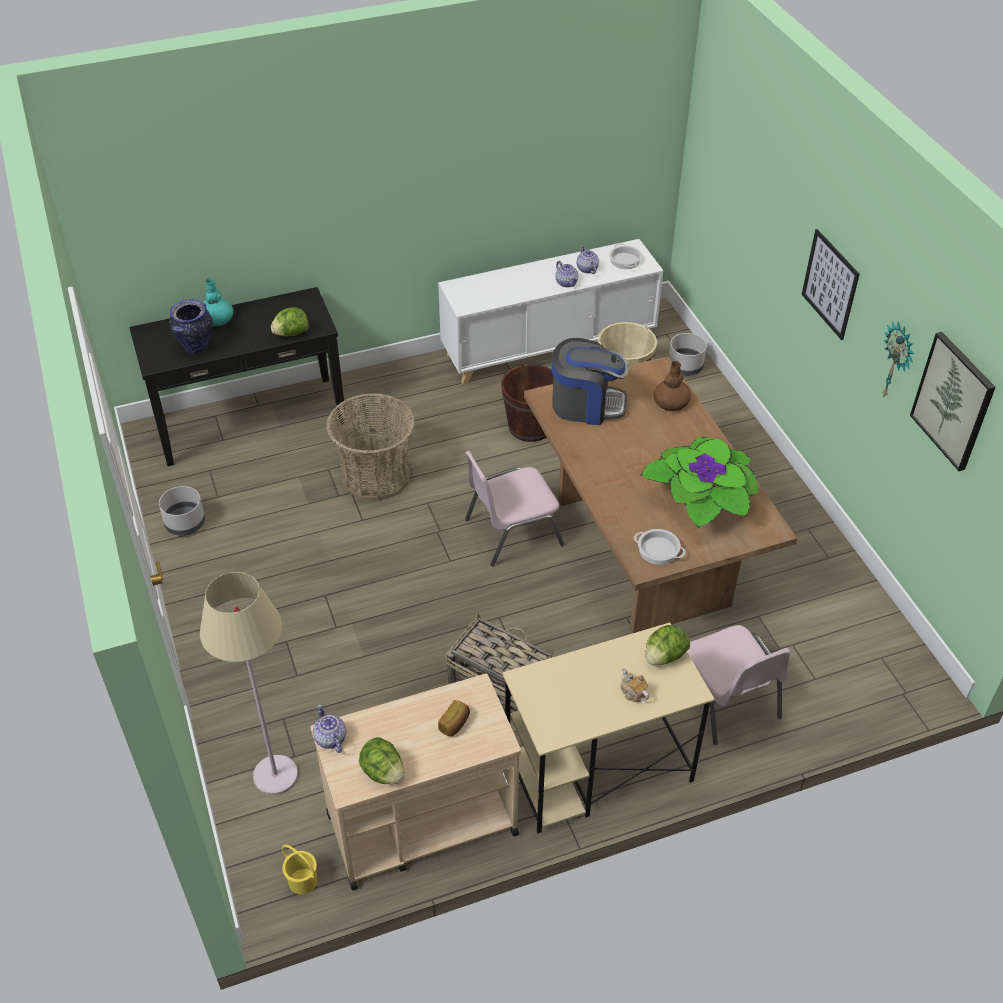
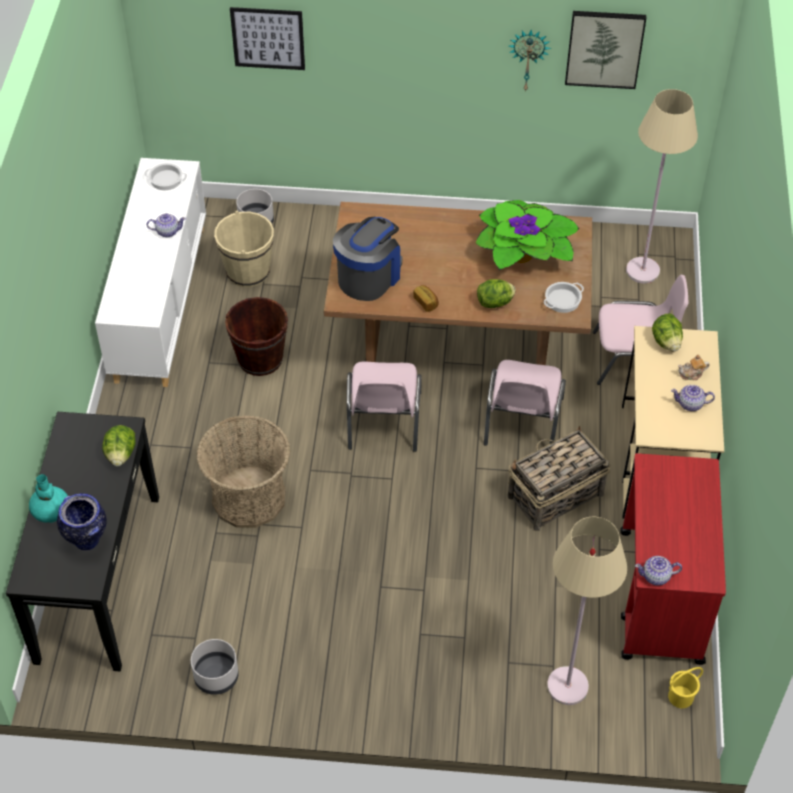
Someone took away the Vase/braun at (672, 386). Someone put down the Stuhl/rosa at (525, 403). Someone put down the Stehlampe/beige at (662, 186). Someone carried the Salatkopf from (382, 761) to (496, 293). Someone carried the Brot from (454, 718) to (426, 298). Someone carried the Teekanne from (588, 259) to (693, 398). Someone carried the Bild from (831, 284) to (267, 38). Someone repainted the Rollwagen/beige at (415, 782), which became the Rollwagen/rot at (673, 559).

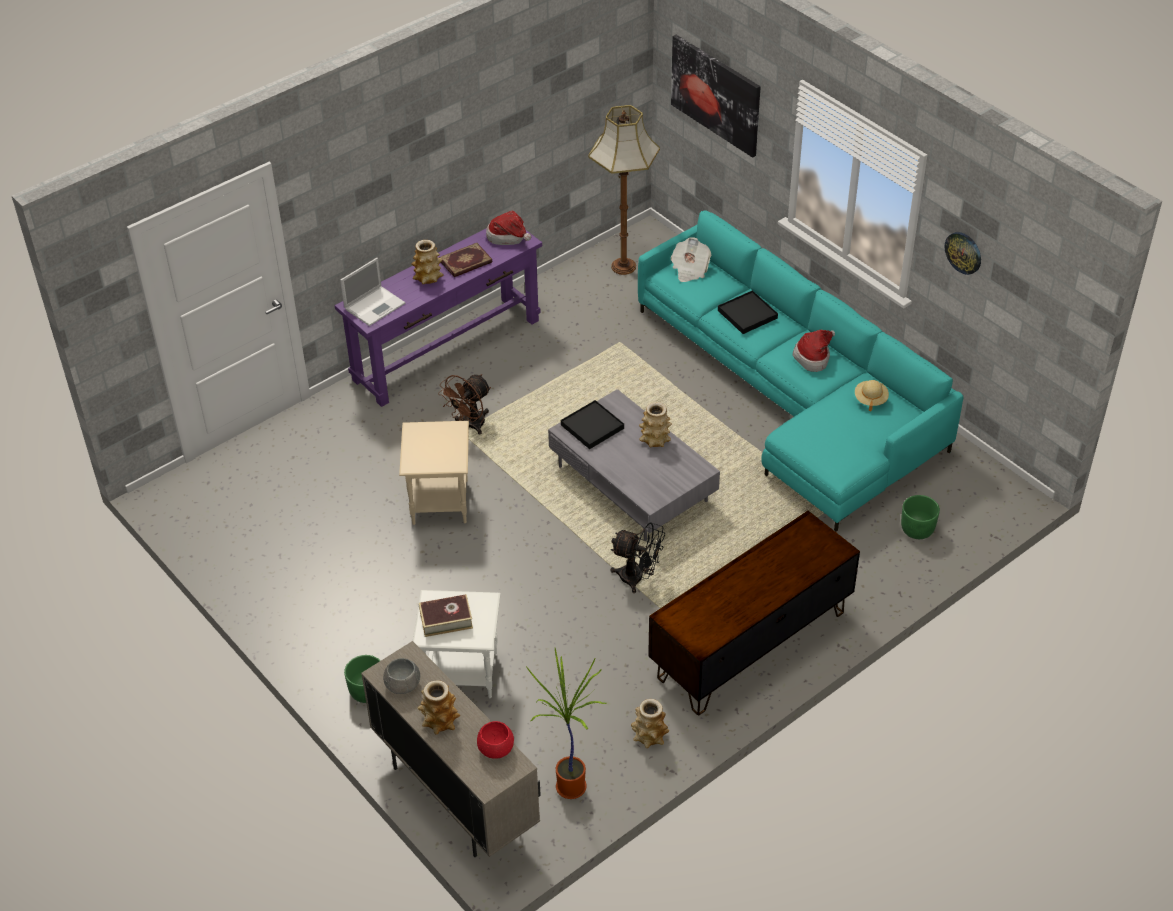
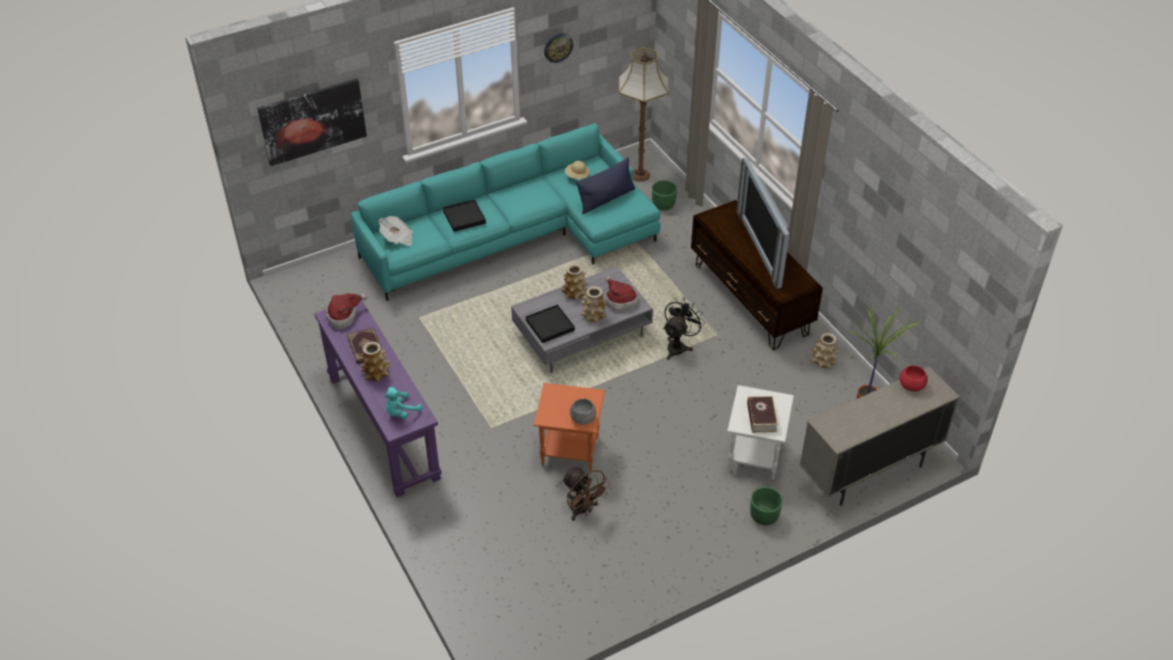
Someone put down the Kissen/blau at (605, 185). Someone put down the Fernseher at (763, 223). Someone carried the Schüssel/grau from (401, 676) to (583, 412). Someone carried the Vase from (439, 707) to (594, 304). Someone carried the Ventilator/braun from (464, 404) to (586, 494). Someone carried the Stehlampe from (624, 190) to (643, 114). Someone carried the Hut from (814, 351) to (622, 294). Someone swapped the Laptop at (372, 292) for the Plüschtier/türkis at (403, 403). Someone repainted the Beistelltisch/beige at (434, 473), which became the Beistelltisch/orange at (569, 427).

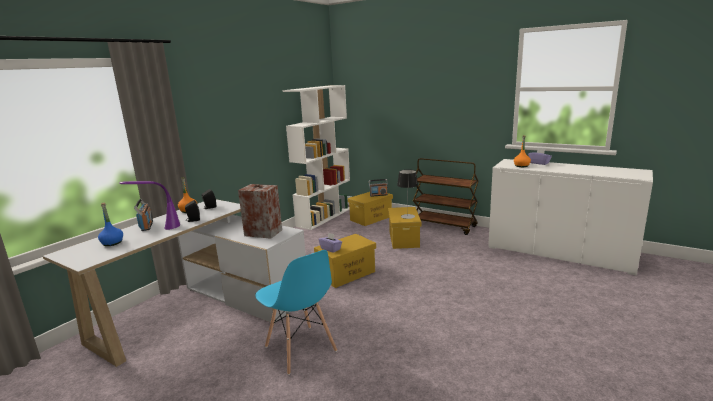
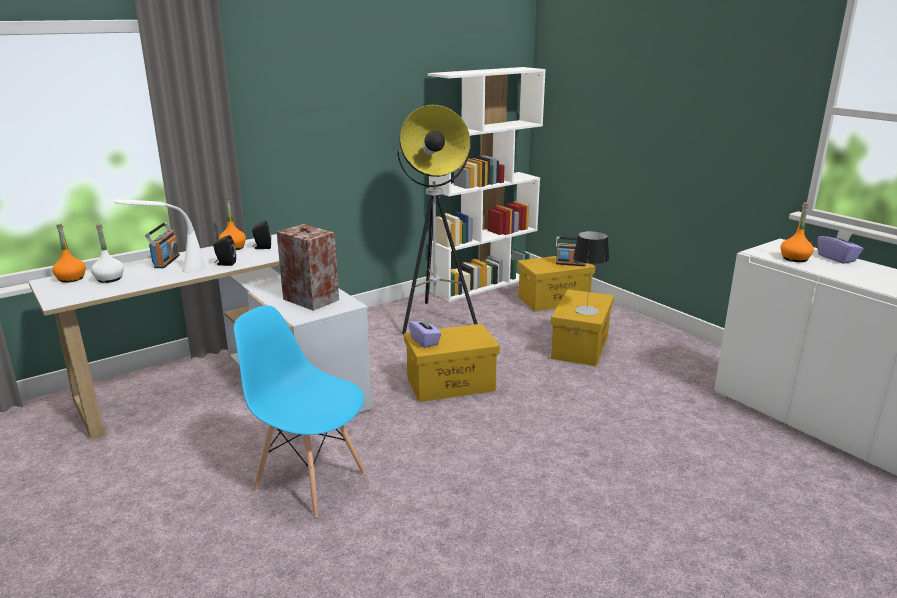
Someone took away the Rollwagen/braun at (445, 196). Someone put down the Flasche/orange at (69, 253). Someone put down the Stehlampe at (437, 219). Someone repainted the Flasche/blau at (110, 224), which became the Flasche/weiß at (107, 253). Someone repainted the Tischlampe/lila at (149, 205), which became the Tischlampe/weiß at (159, 235). Someone rotated the Stuhl/blau at (296, 312) by 135 degrees clockwise.

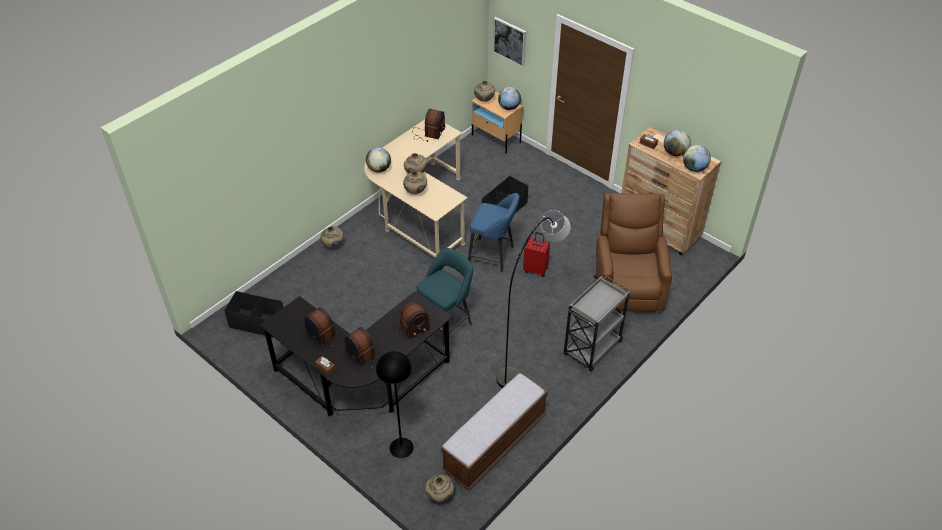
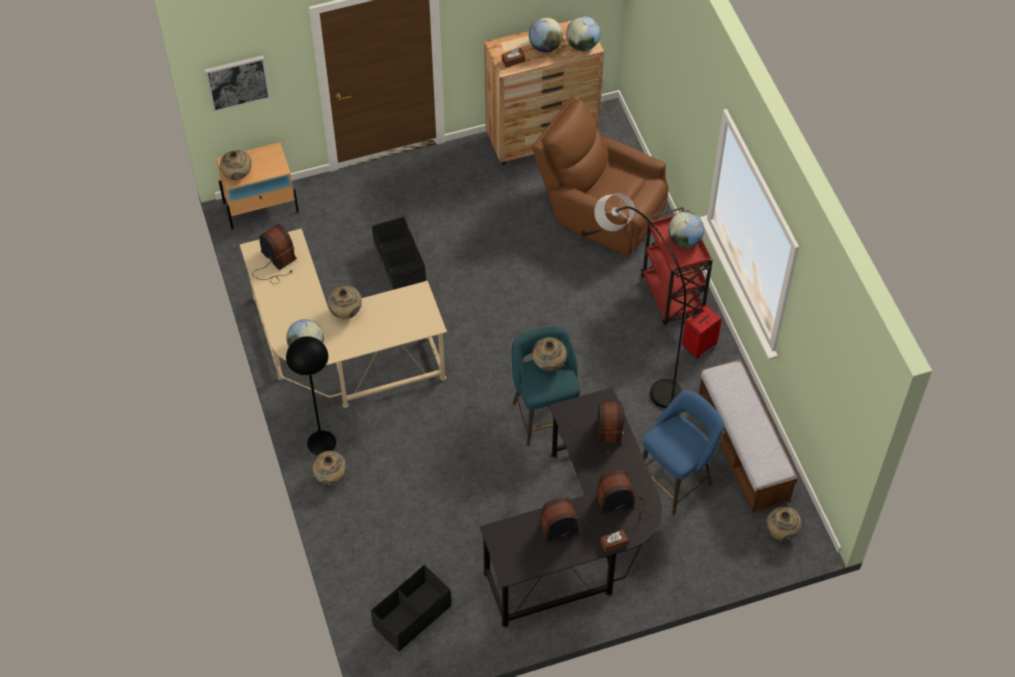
Someone carried the Stehlampe/schwarz from (395, 404) to (311, 395). Someone carried the Vase/beige from (415, 182) to (549, 354). Someone carried the Hocker/blau from (493, 232) to (683, 452). Someone carried the Globus from (509, 98) to (686, 230). Someone carried the Koffer/rot from (536, 254) to (702, 330). Someone repainted the Rollwagen/grau at (597, 324), which became the Rollwagen/rot at (676, 266).

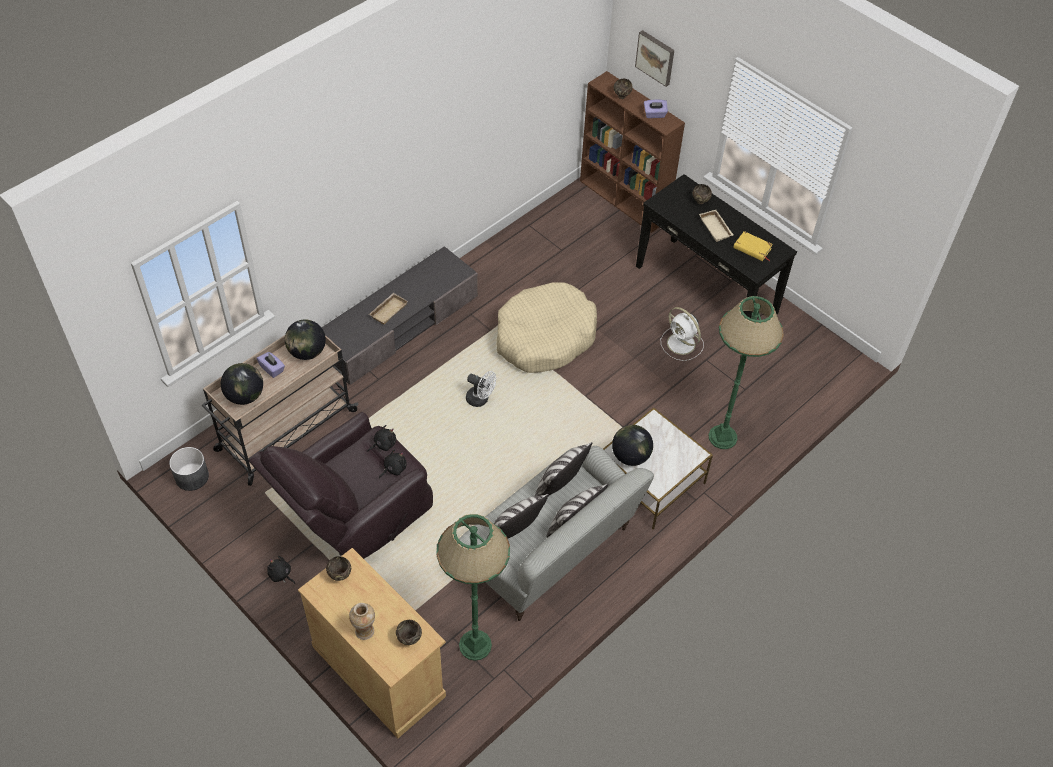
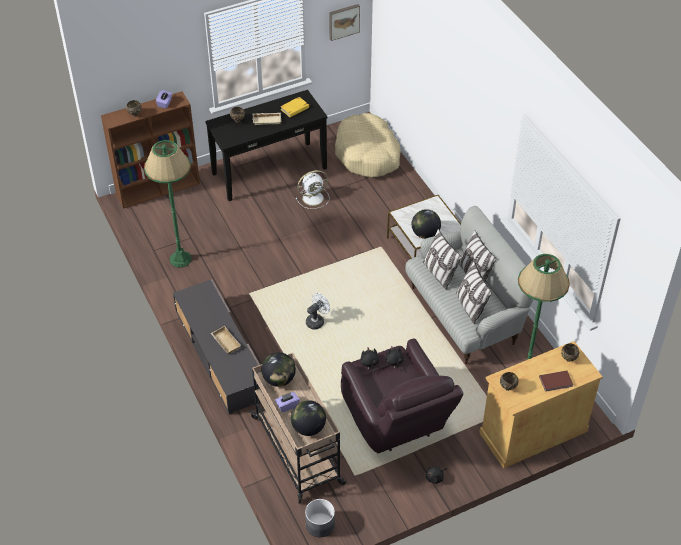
Someone carried the Hundebett/beige from (546, 327) to (368, 145). Someone carried the Bild from (654, 58) to (344, 22). Someone carried the Stehlampe/grün from (746, 372) to (168, 203). Someone swapped the Vase at (362, 621) for the Buch/braun at (556, 381).

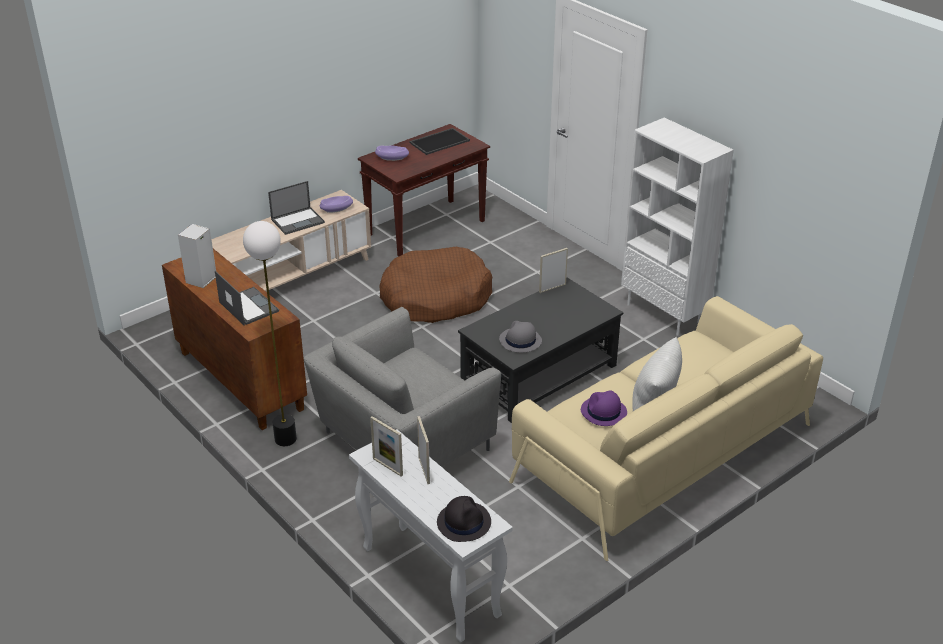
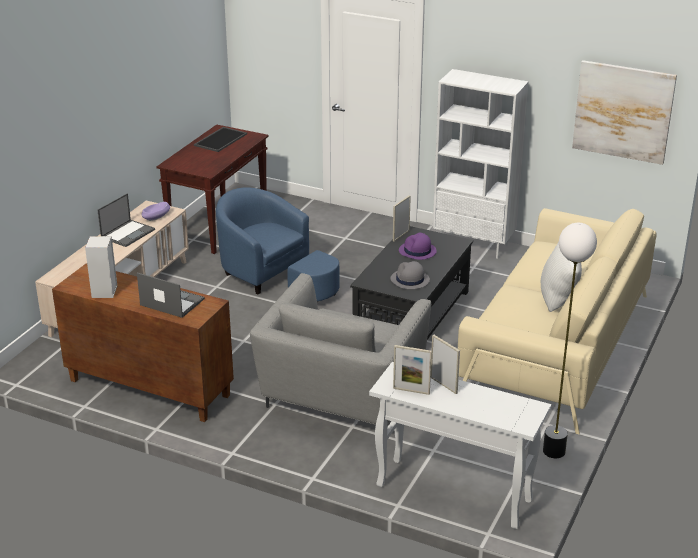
Someone took away the Schüssel/lila at (392, 153). Someone took away the Hut/schwarz at (464, 519). Someone put up the Bild at (624, 112). Someone carried the Stehlampe from (270, 333) to (570, 340). Someone carried the Hut/lila from (604, 408) to (418, 246). Someone swapped the Hundebett/braun at (435, 285) for the Sessel/blau at (278, 244).

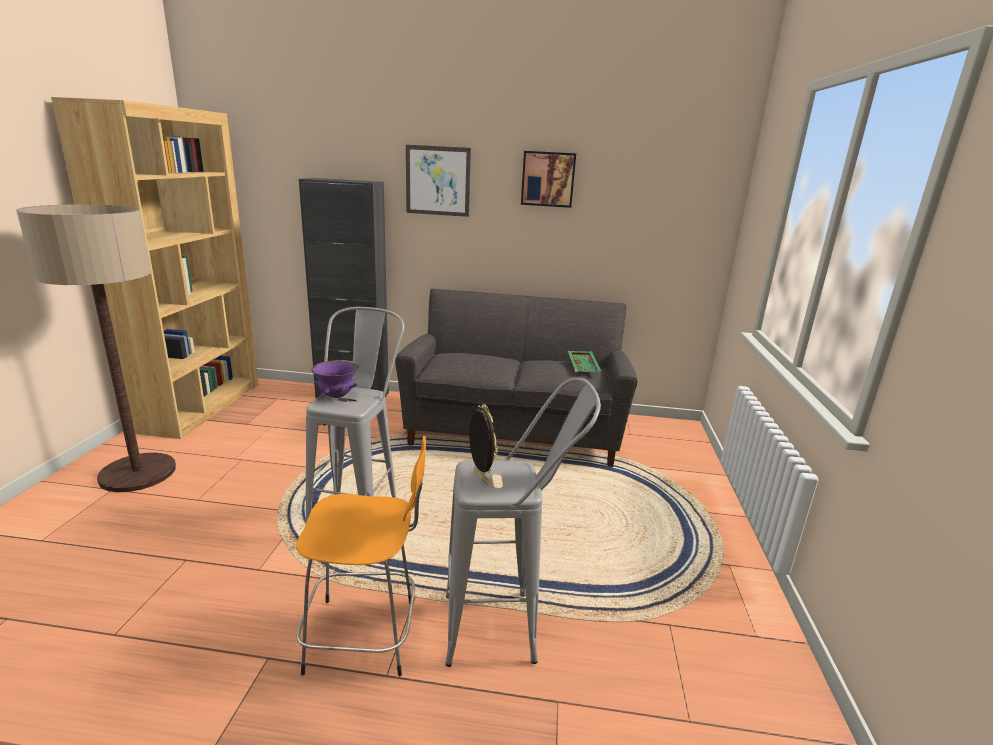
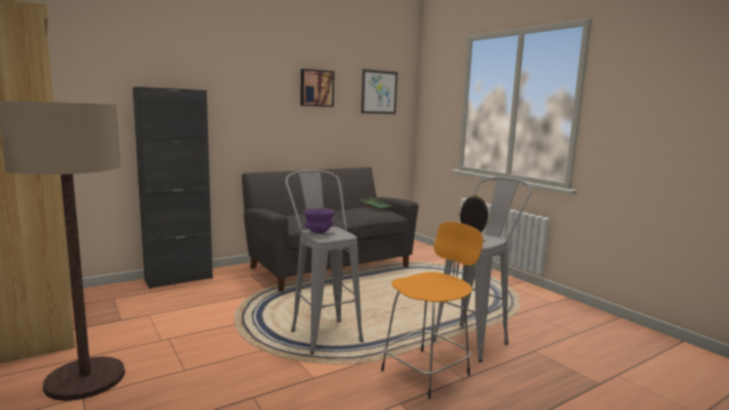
Someone carried the Bild from (438, 181) to (379, 91).

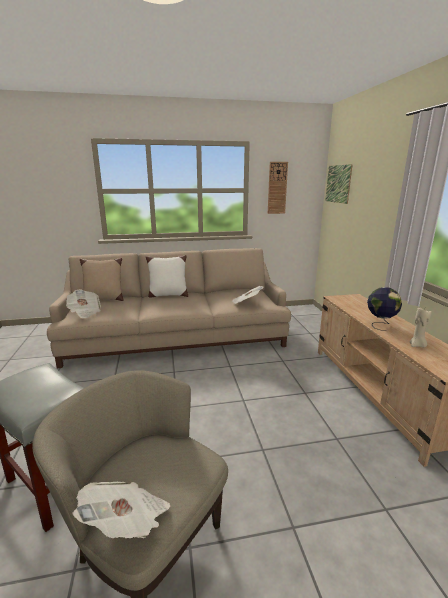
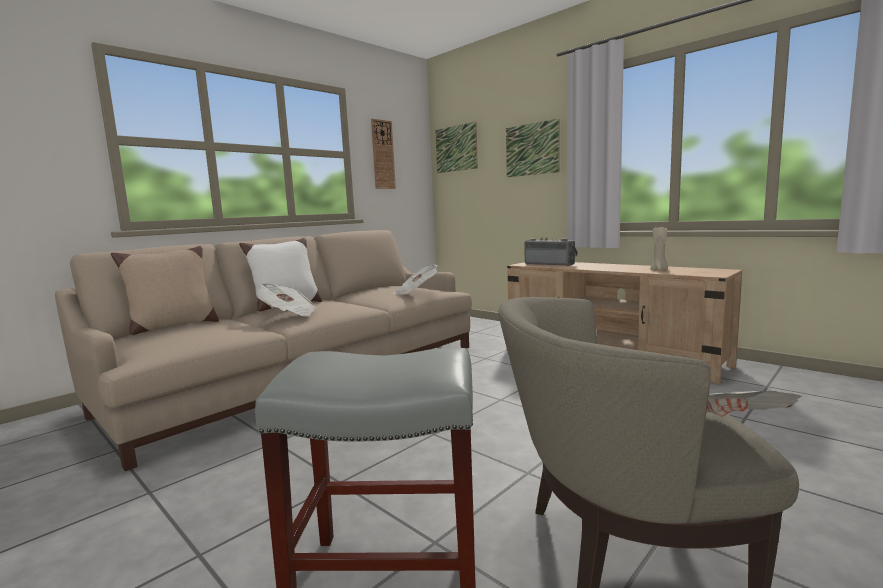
Someone took away the Globus at (384, 309). Someone put up the Bild at (533, 147). Someone put down the Radio at (551, 251). Someone carried the Zeitung from (83, 304) to (287, 300).

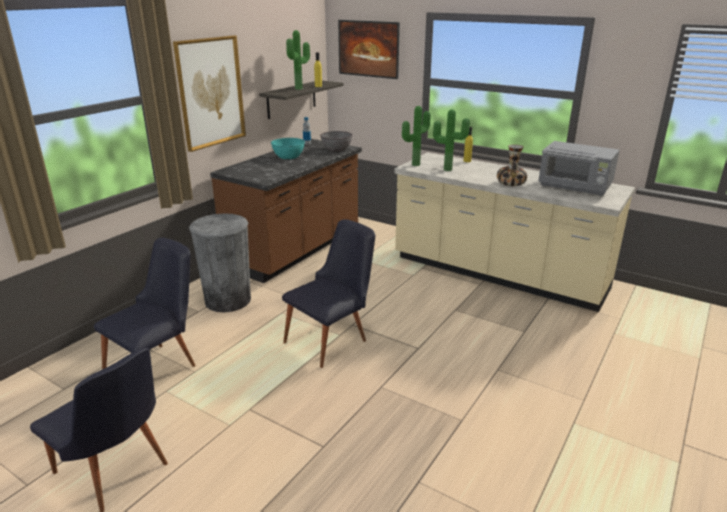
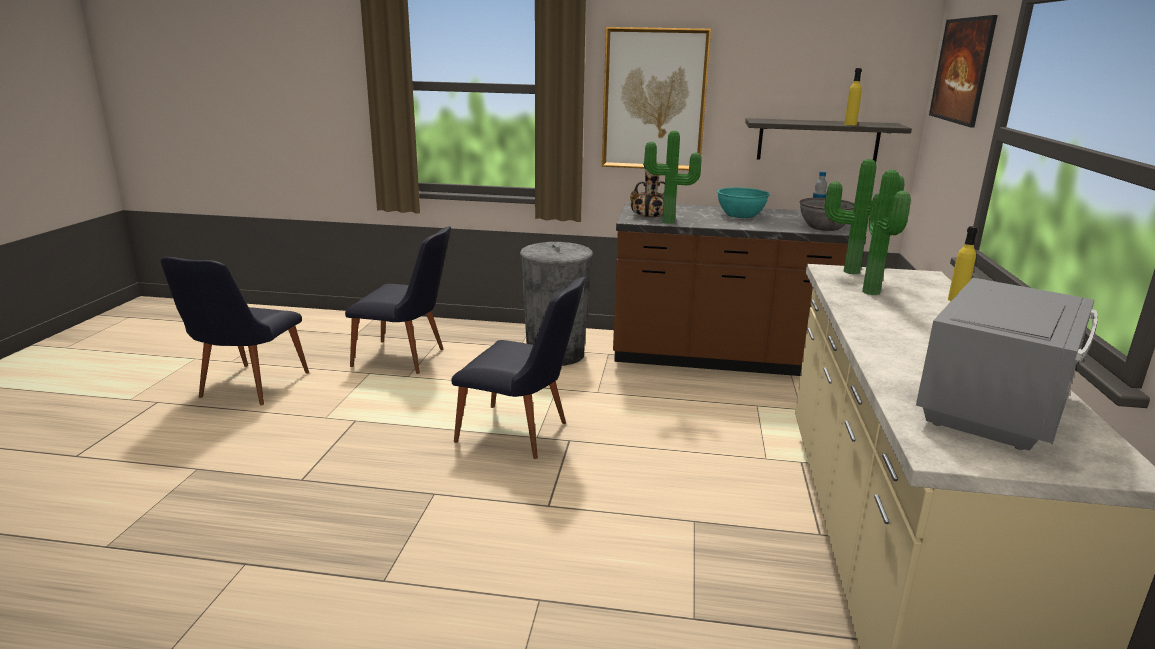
Someone carried the Topfpflanze from (298, 60) to (672, 177). Someone carried the Vase from (512, 165) to (647, 189). Someone rotated the Mikrowelle/grau at (579, 168) by 150 degrees counterclockwise.

